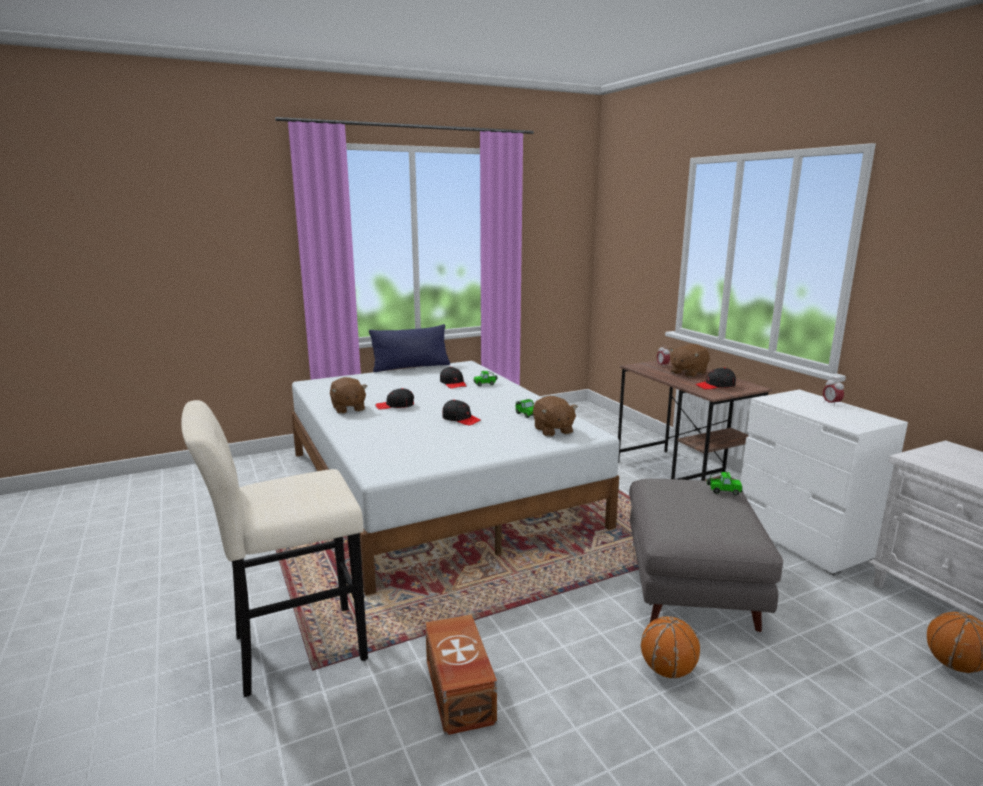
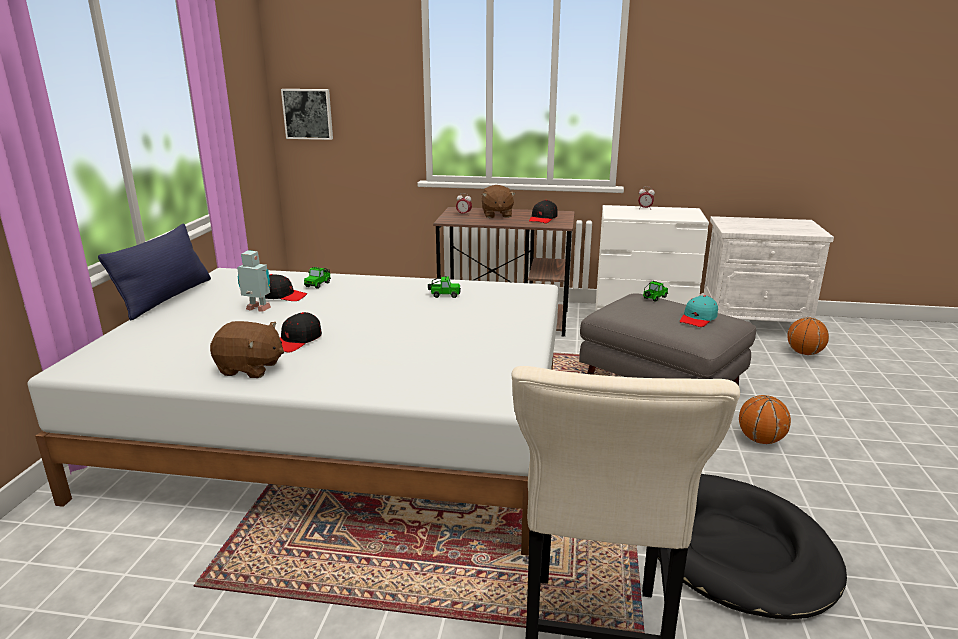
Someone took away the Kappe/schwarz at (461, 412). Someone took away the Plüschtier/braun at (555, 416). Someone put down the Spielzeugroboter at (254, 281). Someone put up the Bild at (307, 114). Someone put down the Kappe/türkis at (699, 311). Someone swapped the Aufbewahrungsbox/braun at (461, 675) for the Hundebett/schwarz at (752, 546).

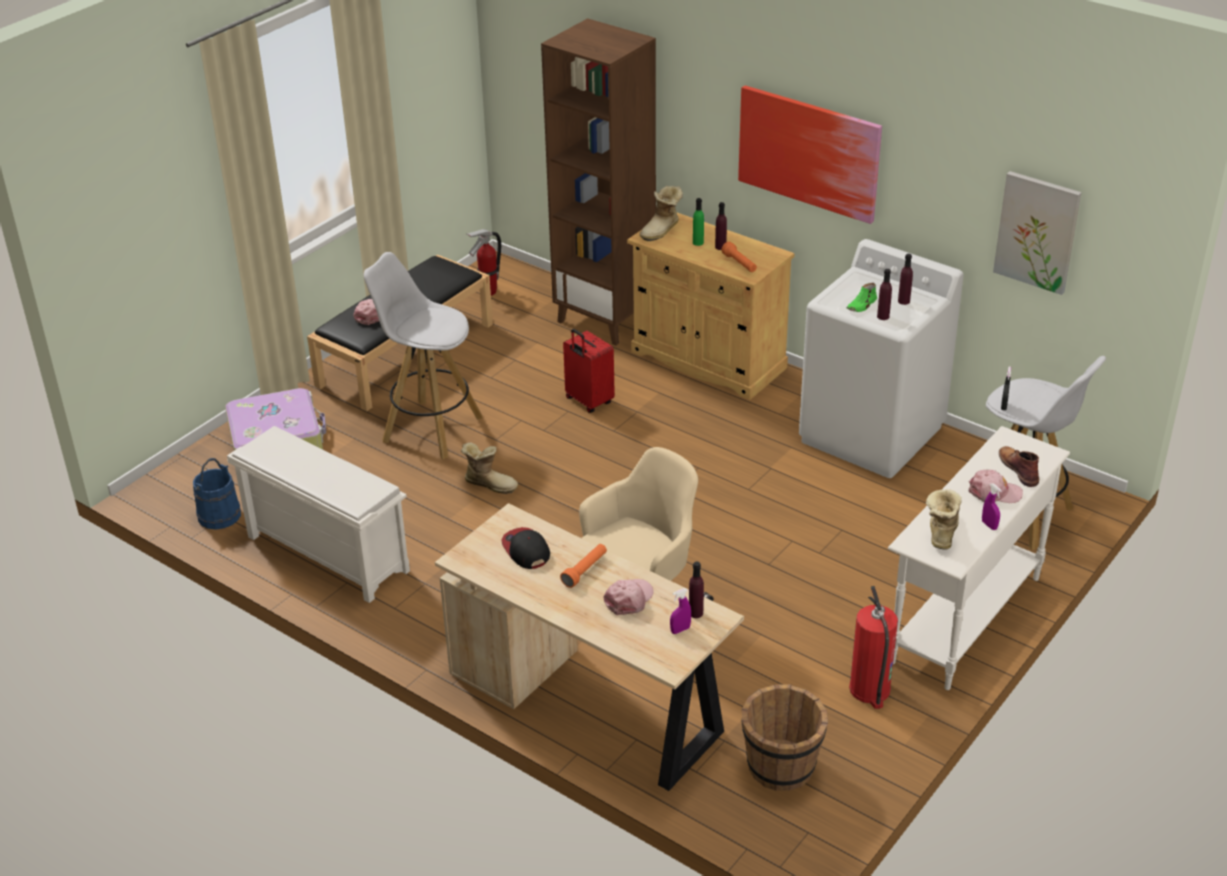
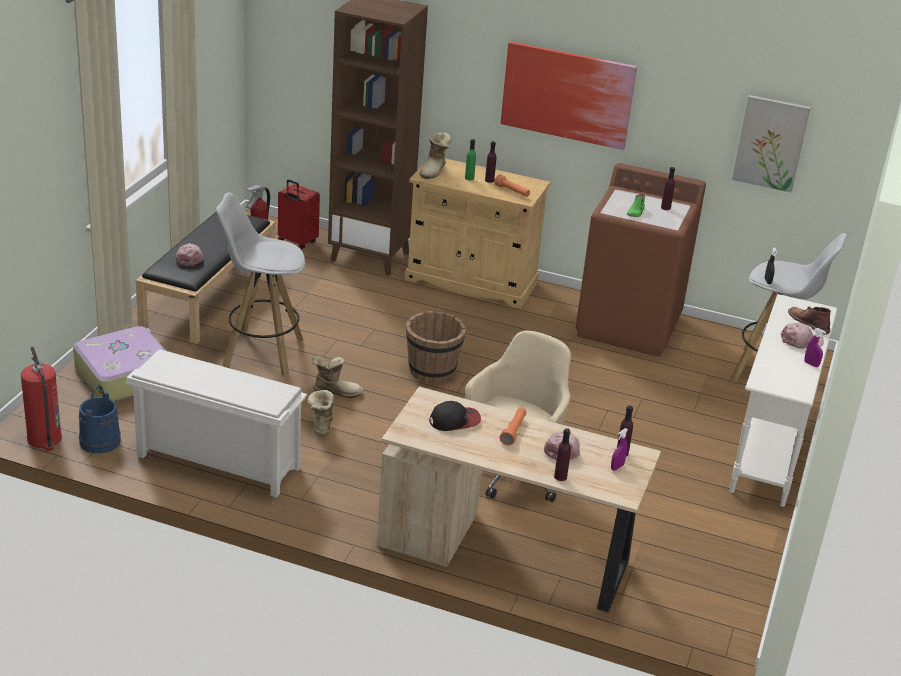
Someone carried the Koffer/rot from (589, 371) to (299, 214). Someone carried the Eimer/braun from (785, 737) to (436, 346). Someone carried the Feuerlöscher from (873, 647) to (41, 399). Someone carried the Flasche/lila from (884, 294) to (562, 454). Someone carried the Stiefel from (943, 519) to (320, 413). Someone repainted the Waschmaschine/weiß at (881, 358), which became the Waschmaschine/braun at (641, 260). Someone rotated the Kappe at (525, 548) by 120 degrees clockwise.

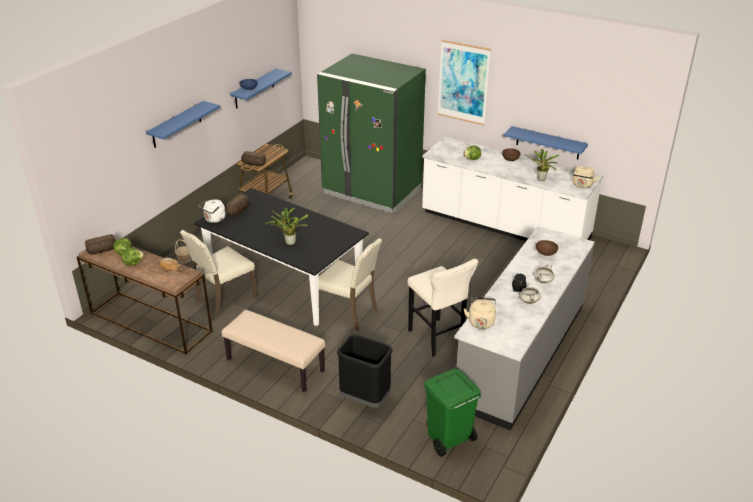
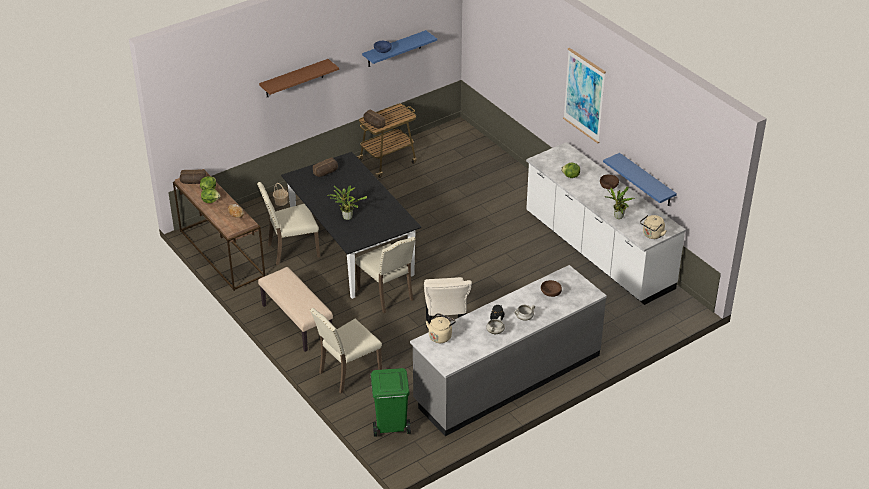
Someone took away the Wasserkessel/weiß at (212, 211). Someone took away the Kühlschrank/grün at (371, 134). Someone swapped the Mülleimer/schwarz at (364, 371) for the Stuhl/beige at (346, 351). Someone repainted the Wandregal/blau at (183, 124), which became the Wandregal/braun at (299, 78).

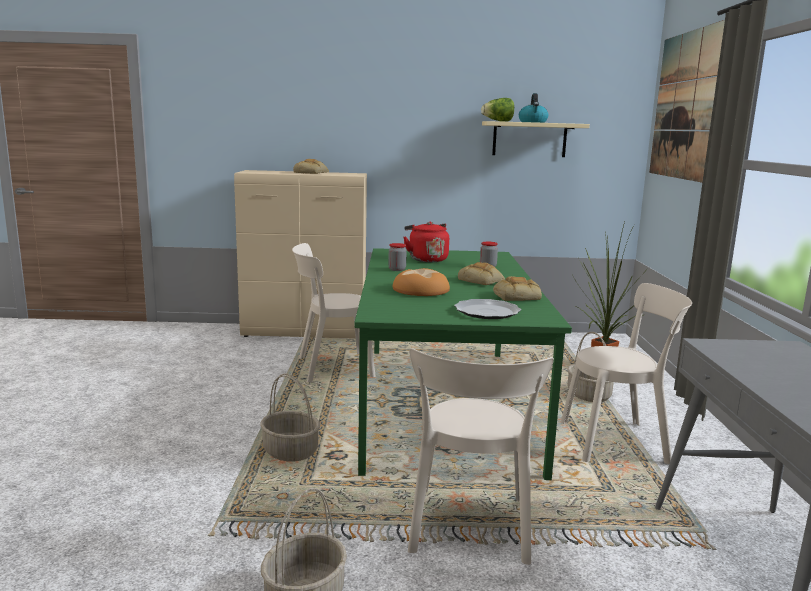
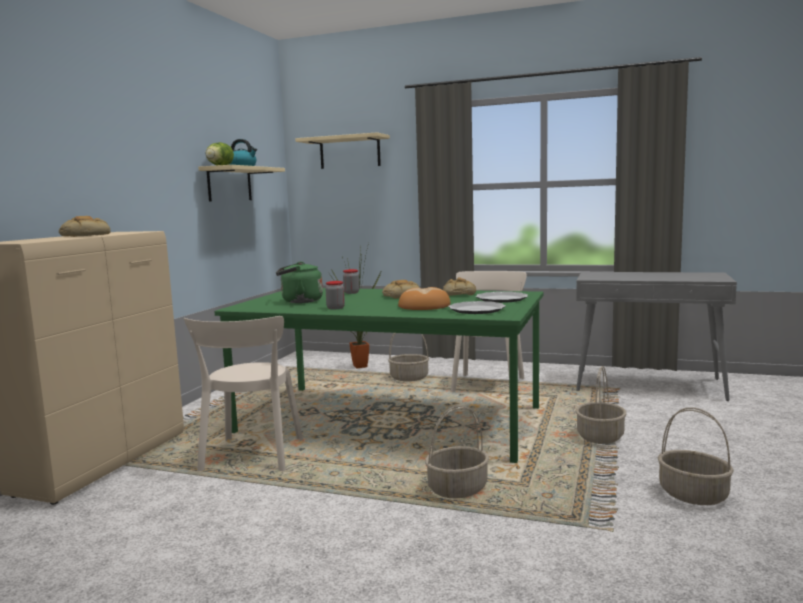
Someone put down the Teller at (477, 307). Someone swapped the Stuhl/beige at (481, 456) for the Korb at (601, 405). Someone swapped the Bild at (687, 101) for the Wandregal/beige at (342, 150). Someone repainted the Wasserkessel/rot at (426, 242), which became the Wasserkessel/grün at (299, 282).

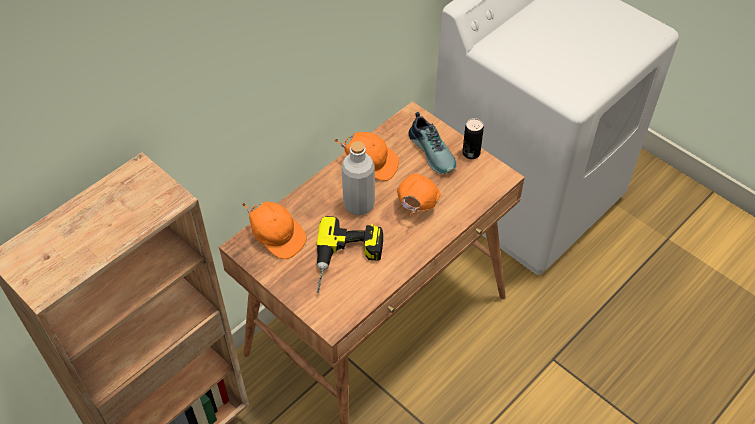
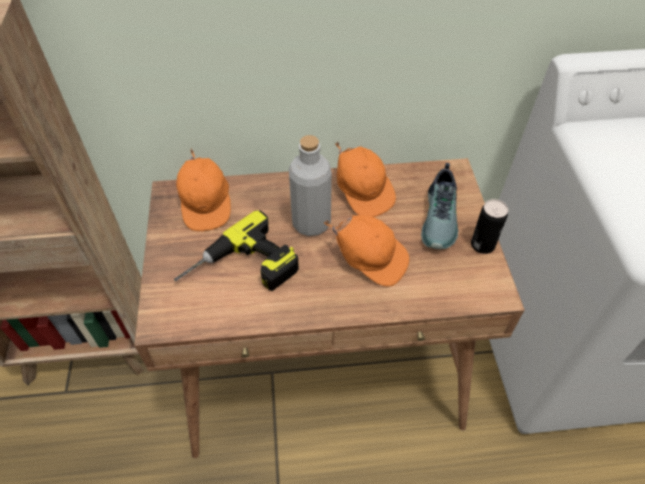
Someone rotated the Kappe/orange at (418, 195) by 60 degrees clockwise.

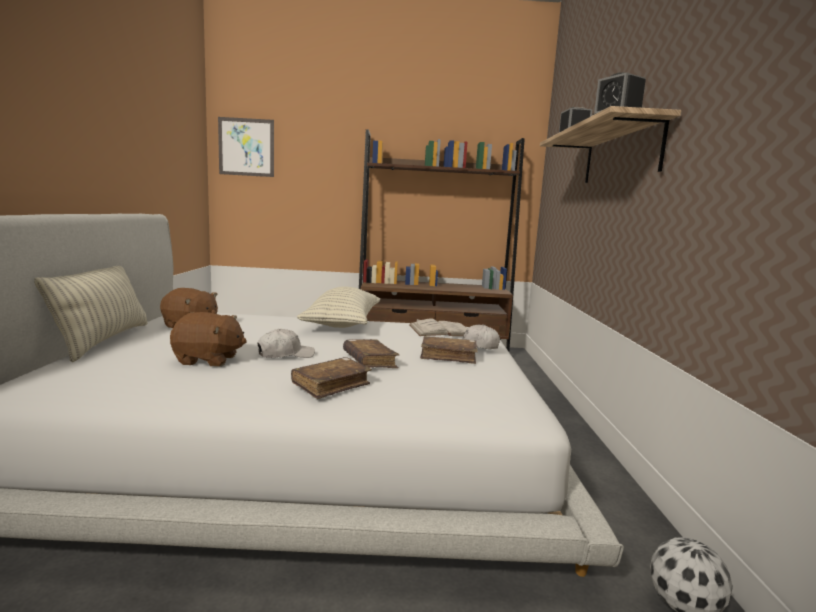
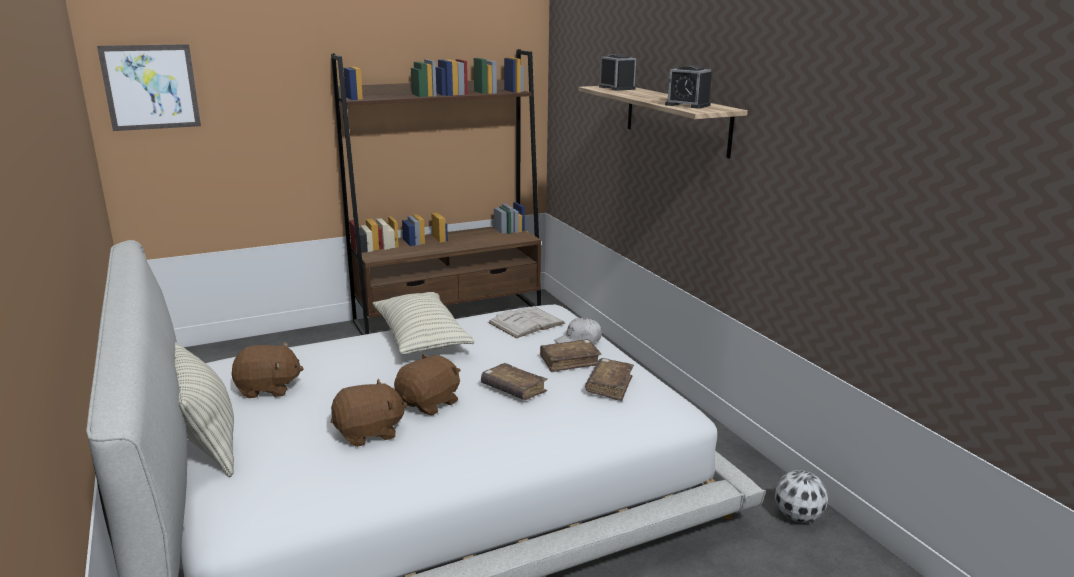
Someone carried the Buch/braun from (331, 378) to (609, 379). Someone swapped the Kappe/weiß at (286, 343) for the Plüschtier/braun at (427, 385).

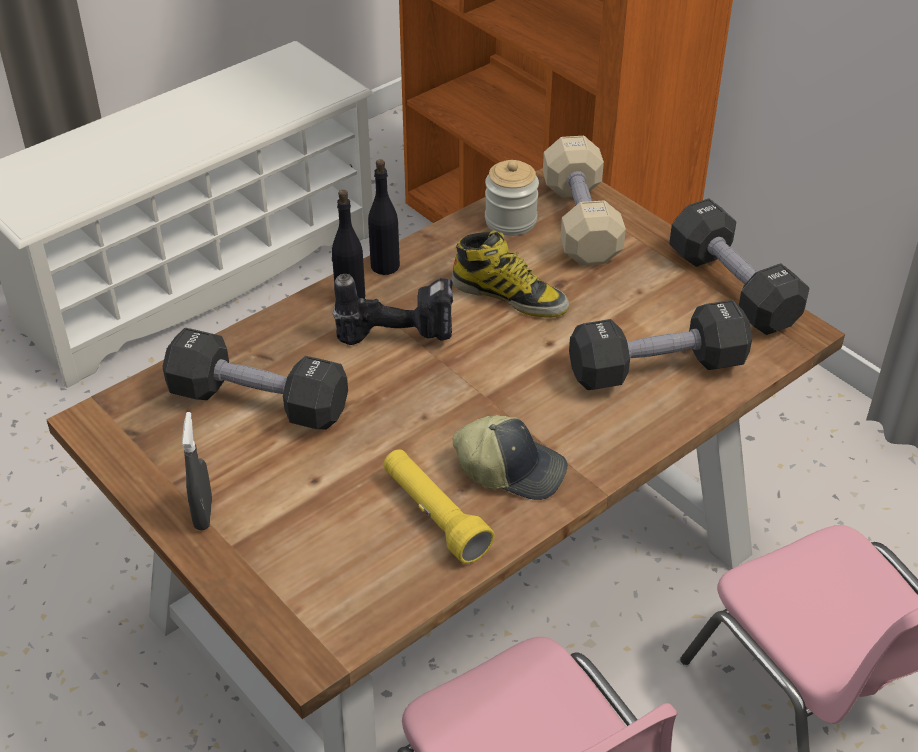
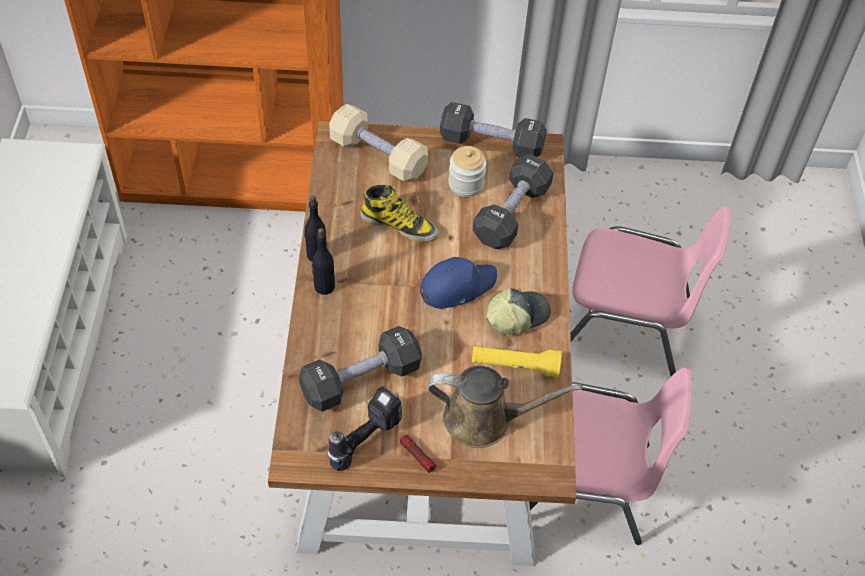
Someone put down the Kappe/blau at (458, 283). Someone put down the Gießkanne/braun at (505, 407). Someone carried the Bohrmaschine from (393, 309) to (364, 428). Someone carried the Vorratsglas from (512, 198) to (467, 171). Someone swapped the Sprühflasche/grau at (197, 471) for the Taschenlampe at (418, 454). Someone rotated the Stiefel at (510, 274) by 45 degrees clockwise.

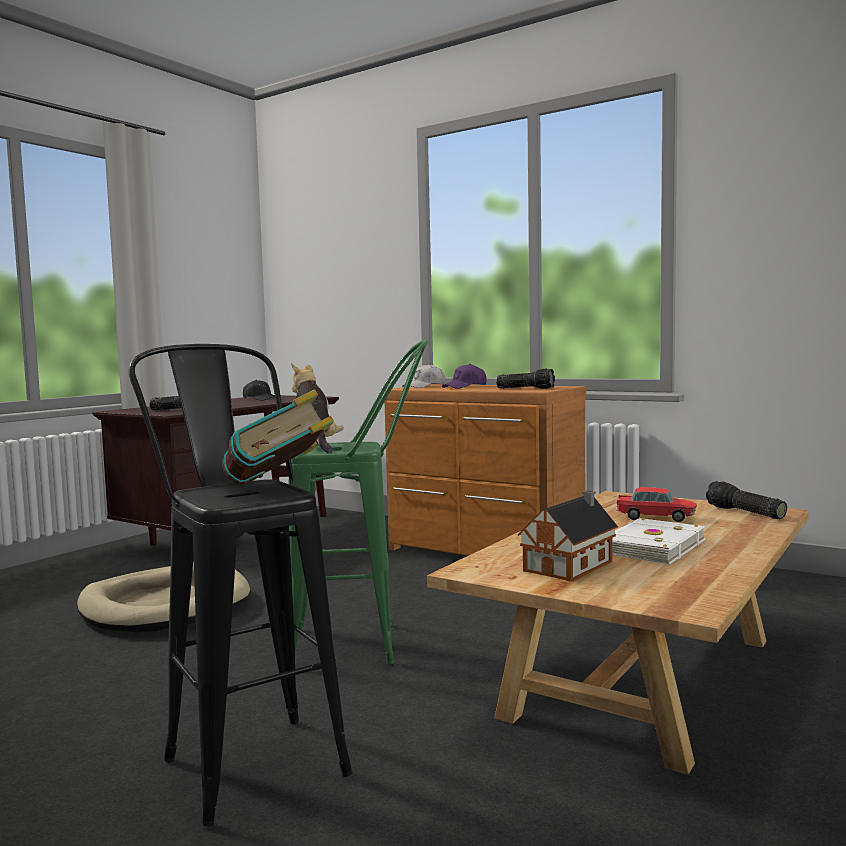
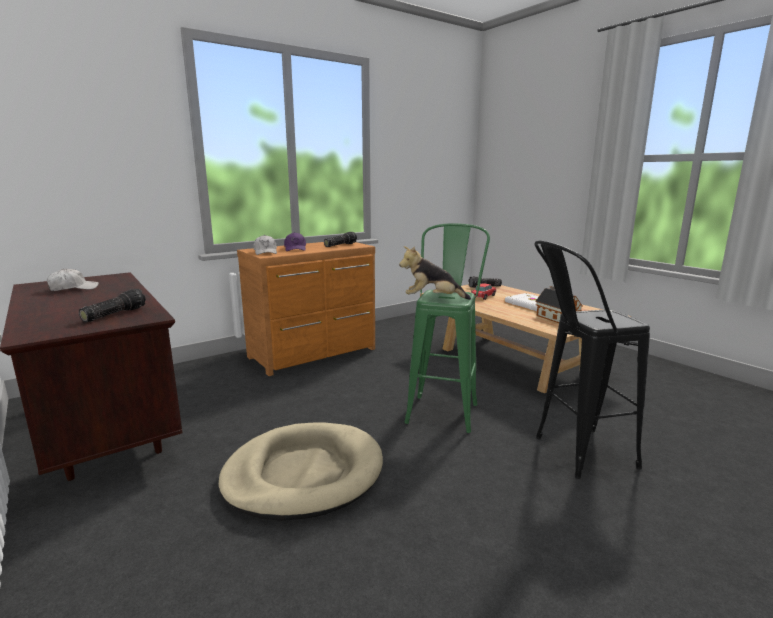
Someone took away the Buch at (278, 437). Someone repainted the Kappe/schwarz at (259, 390), which became the Kappe/weiß at (72, 280).

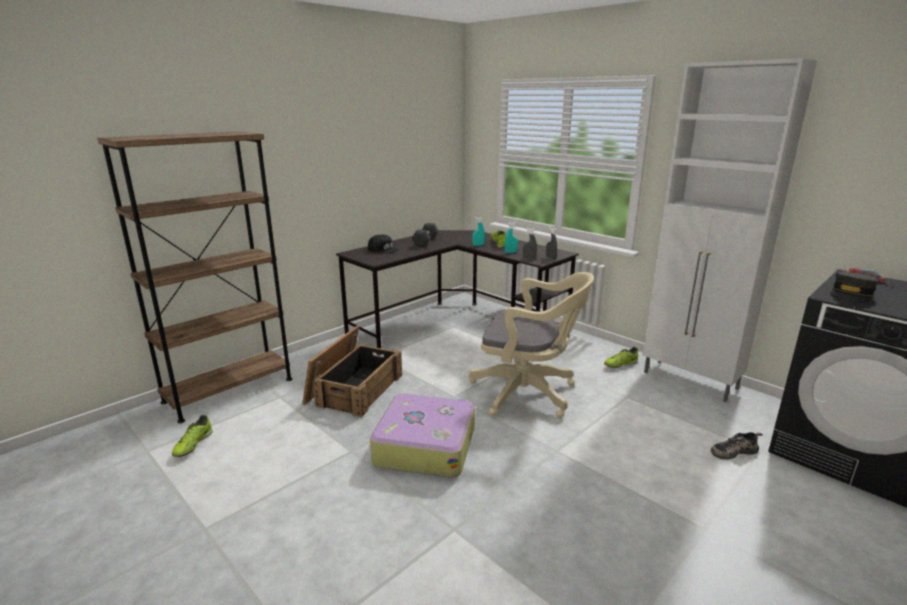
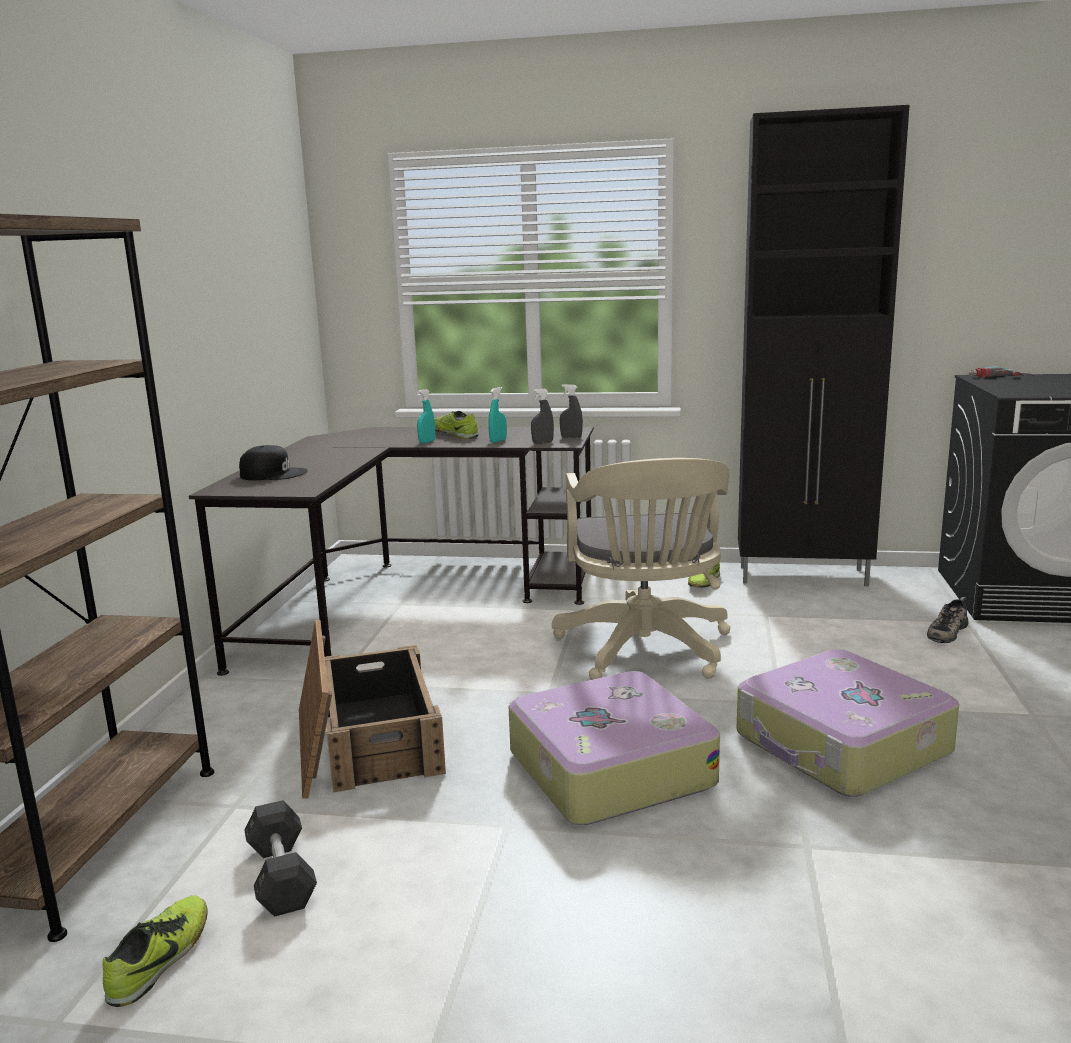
Someone took away the Kappe/grau at (854, 287). Someone put down the Koffer at (847, 723). Someone carried the Hantel/grau from (425, 235) to (280, 858). Someone repainted the Schrank/weiß at (730, 230), which became the Schrank/schwarz at (824, 346). Someone rotated the Schuh at (192, 436) by 135 degrees counterclockwise. Someone rotated the Bürostuhl/beige at (531, 345) by 105 degrees clockwise.

